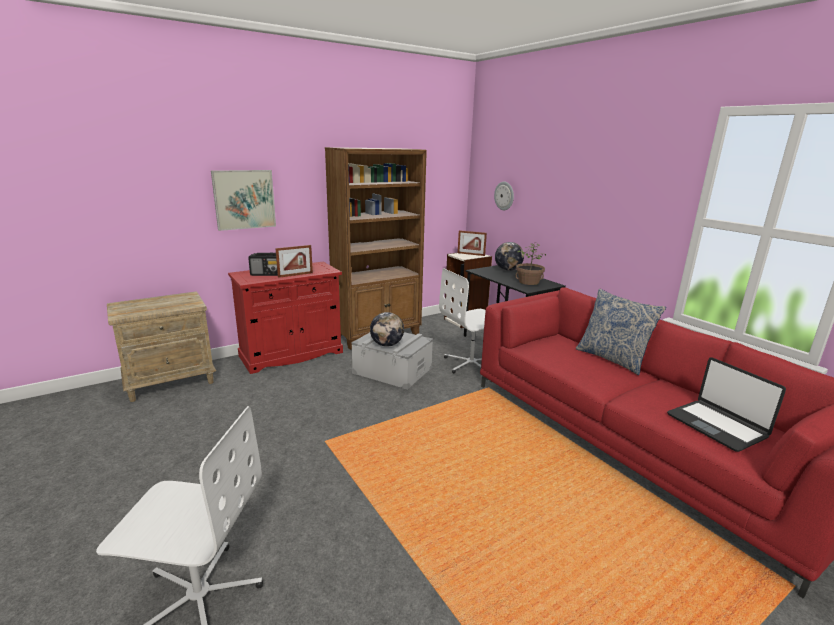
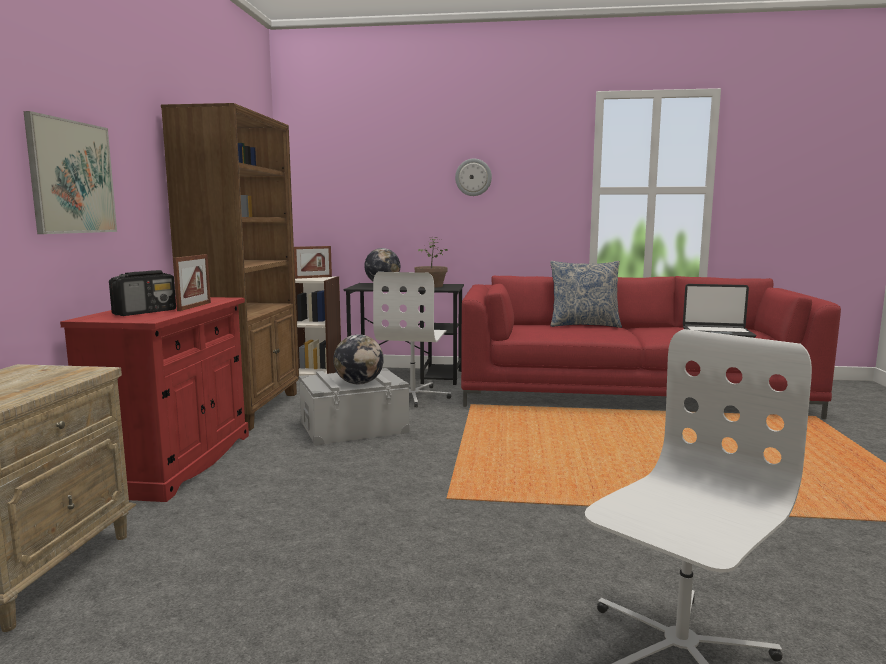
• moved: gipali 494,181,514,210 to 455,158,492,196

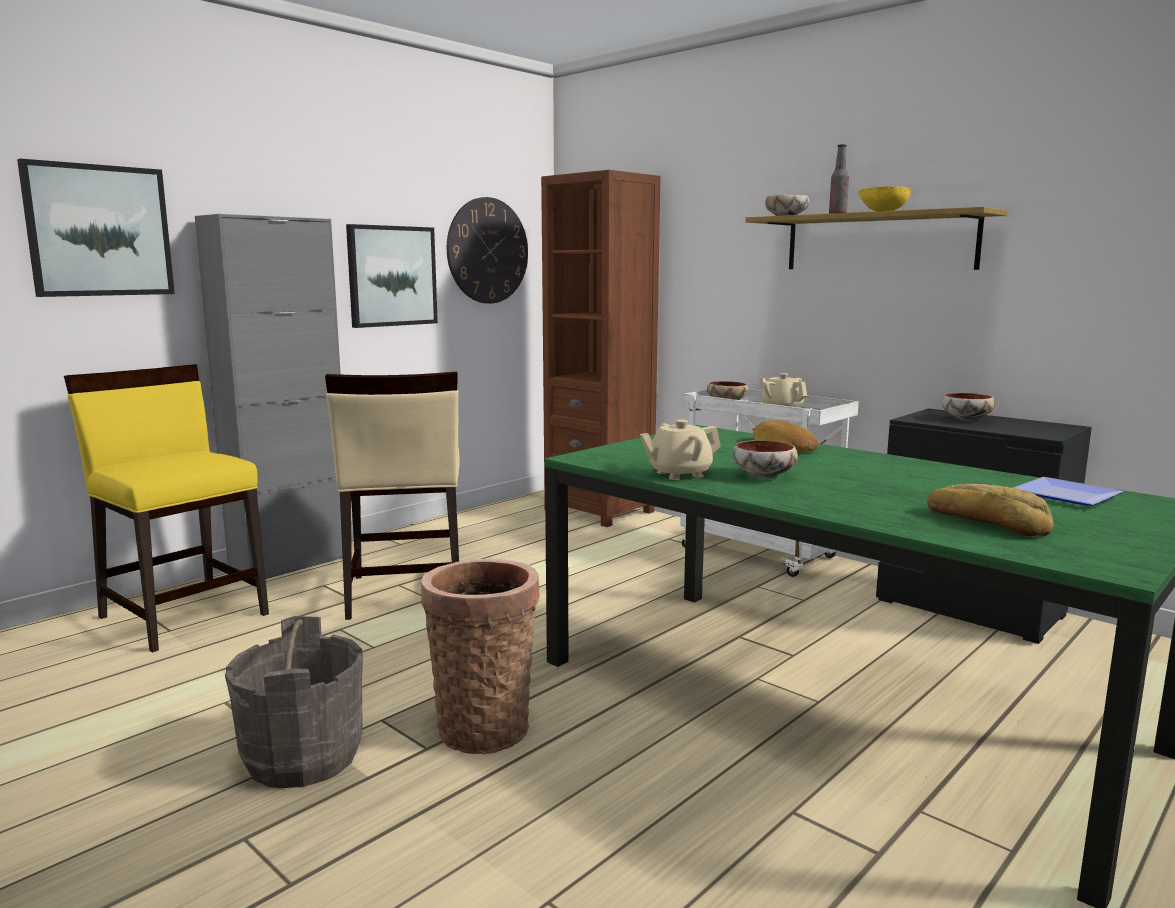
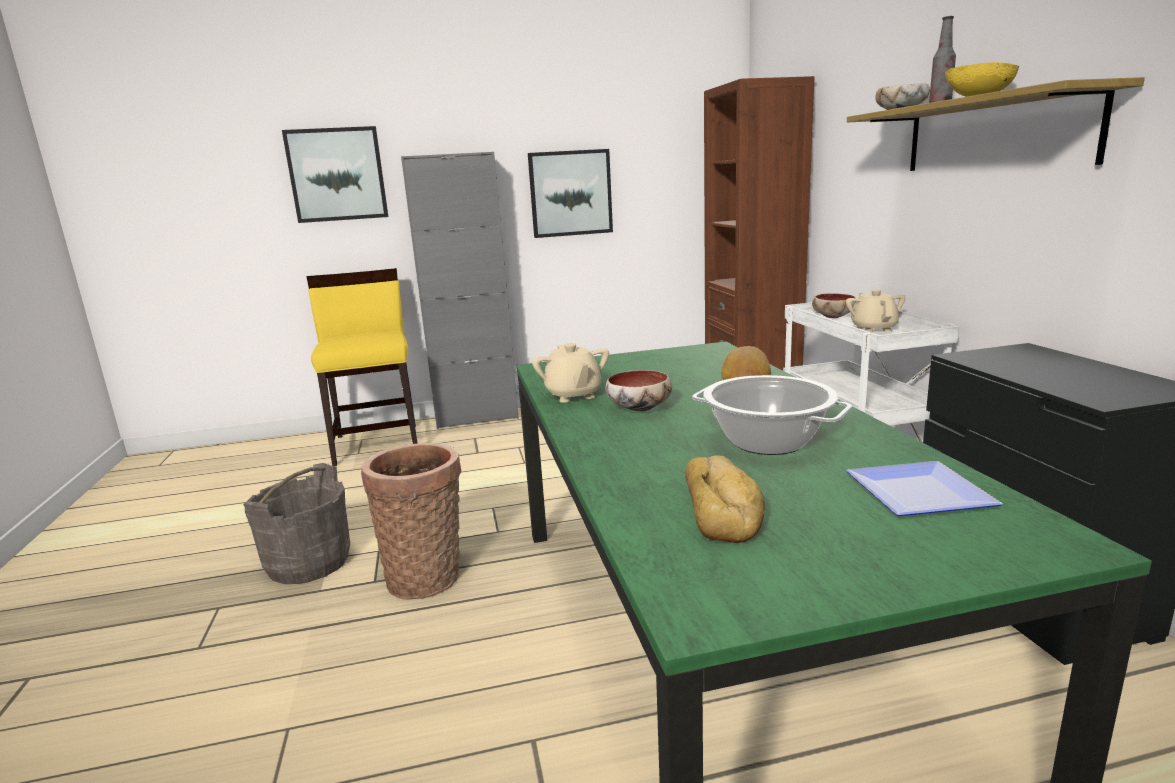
• turned: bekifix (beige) 640,420,721,480 = 532,343,609,403 120 degrees counterclockwise
• added: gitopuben 692,375,852,455
• removed: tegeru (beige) 325,372,460,620
• removed: gipali 447,197,528,304
• removed: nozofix 942,393,995,420

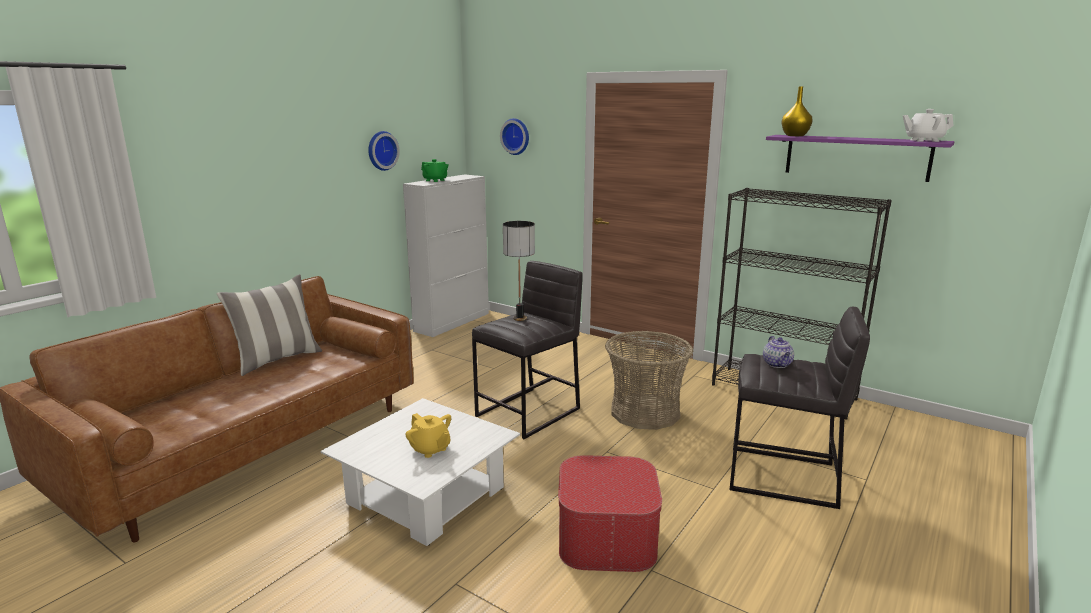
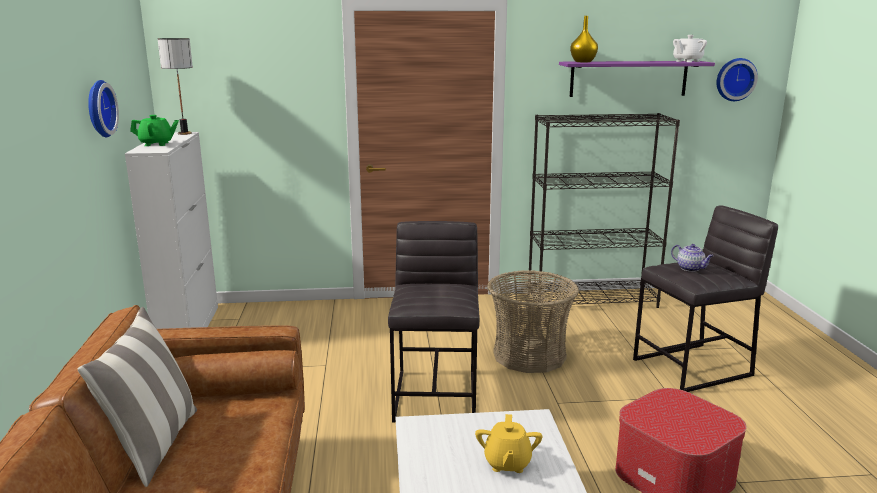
• moved: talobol 503,221,535,321 to 158,38,193,135
• turned: bekifix (yellow) 405,413,451,458 = 475,414,542,473 90 degrees clockwise
• moved: gipali 500,118,529,155 to 717,58,758,101

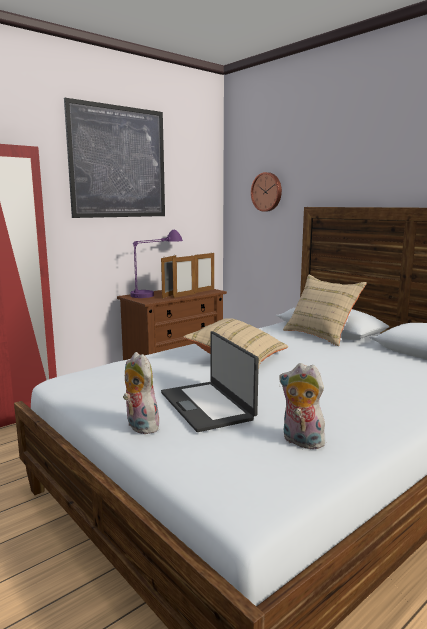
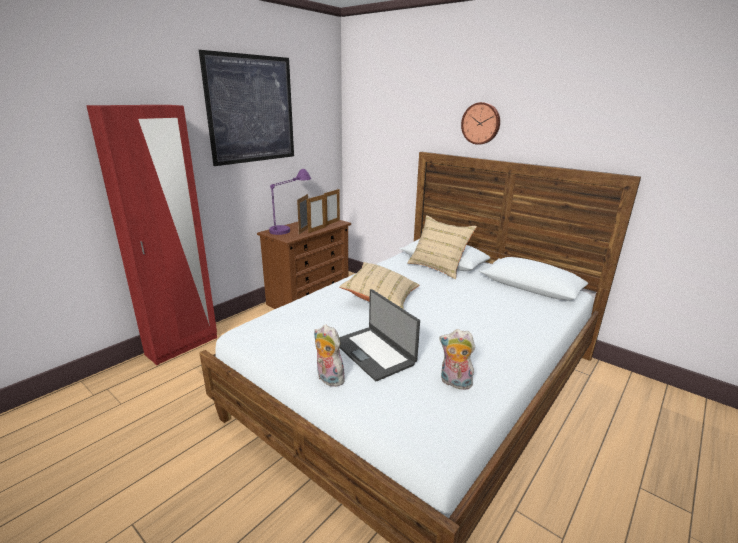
• moved: gipali 251,172,282,212 to 461,102,500,145

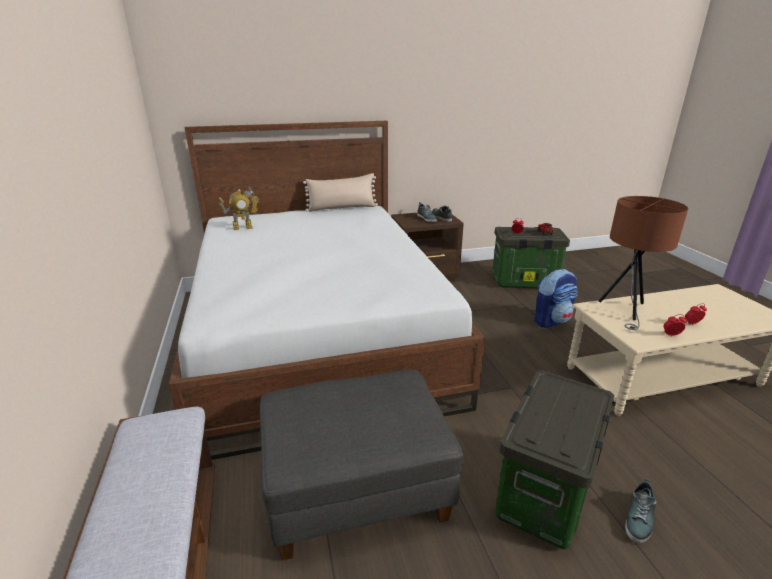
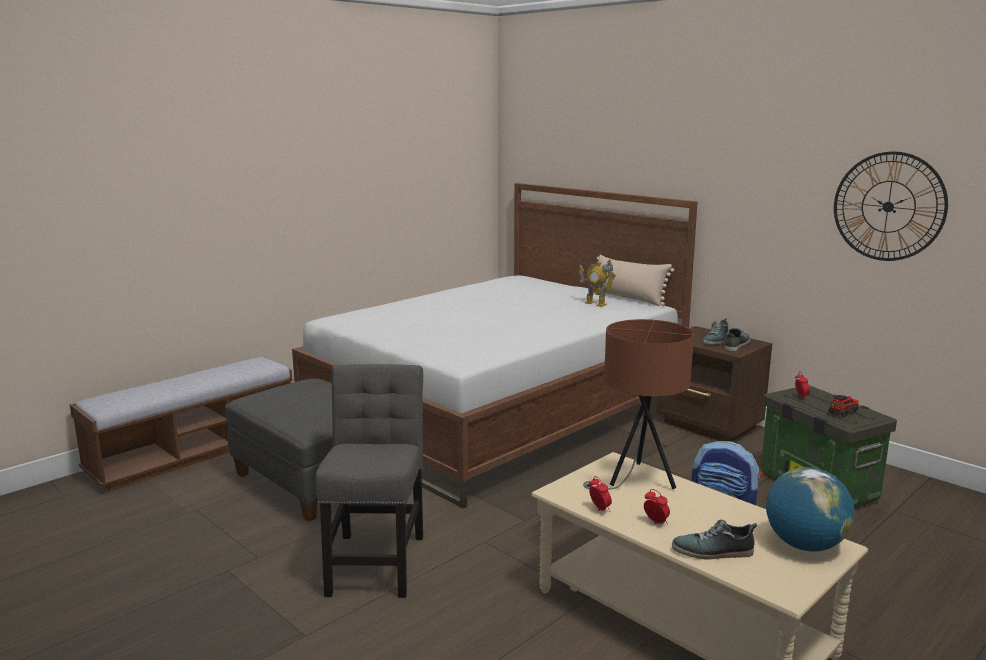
• replaced: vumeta 495,371,614,549 to tegeru (grey) 315,364,423,598
• moved: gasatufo 218,186,259,230 to 579,259,616,307
• moved: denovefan 625,478,656,543 to 672,520,757,559
• added: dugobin 766,467,854,552
• added: gipali 834,152,948,261

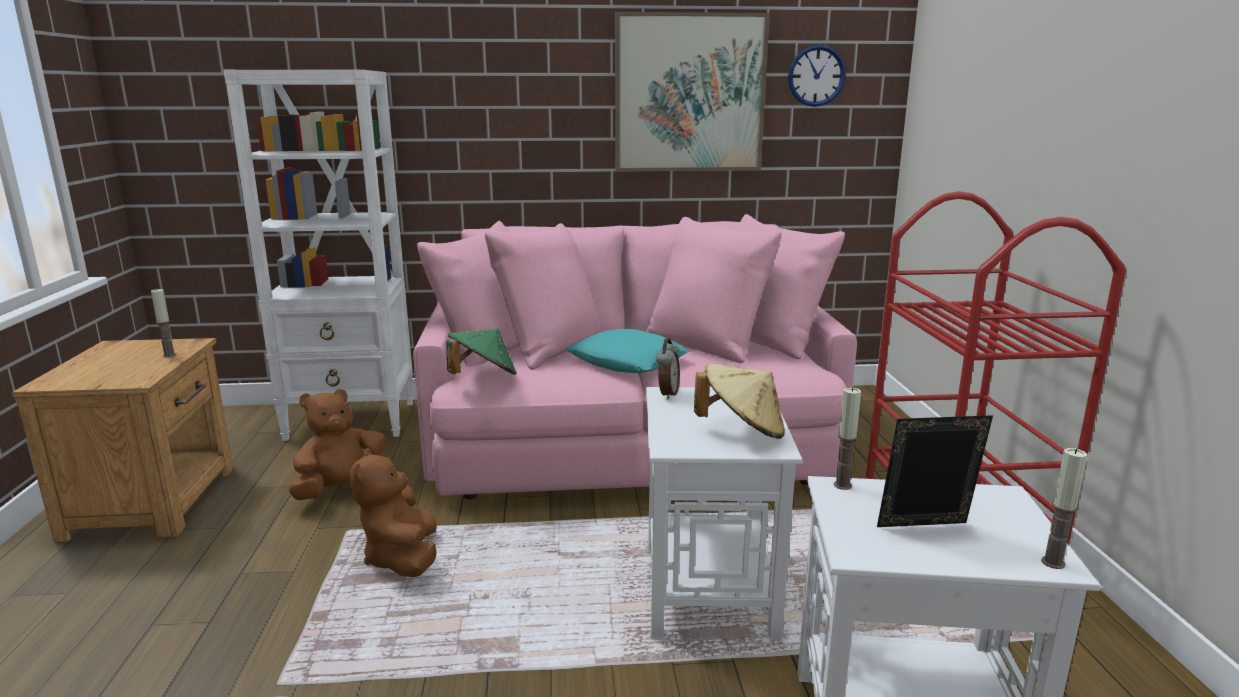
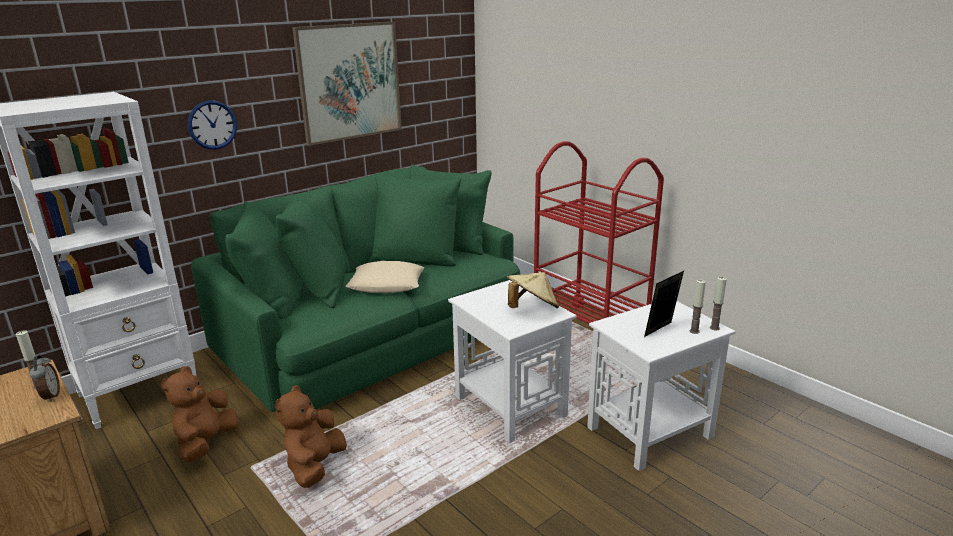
• moved: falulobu 656,339,680,399 to 30,355,60,402
• moved: gipali 788,45,846,107 to 188,100,237,150
• recoloured: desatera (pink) 413,214,857,499 to desatera (green) 191,164,520,412
• turned: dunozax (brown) 349,448,437,577 = 275,385,347,488 60 degrees clockwise
• recoloured: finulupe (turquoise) 567,329,689,373 to finulupe (beige) 346,261,424,293
• moved: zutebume 834,387,861,490 to 690,280,706,334
• removed: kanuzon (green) 446,329,517,375

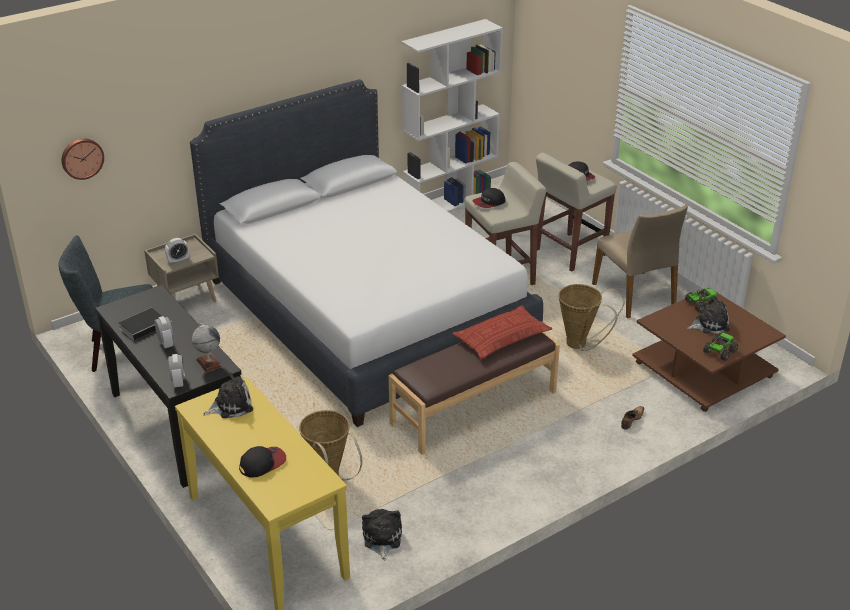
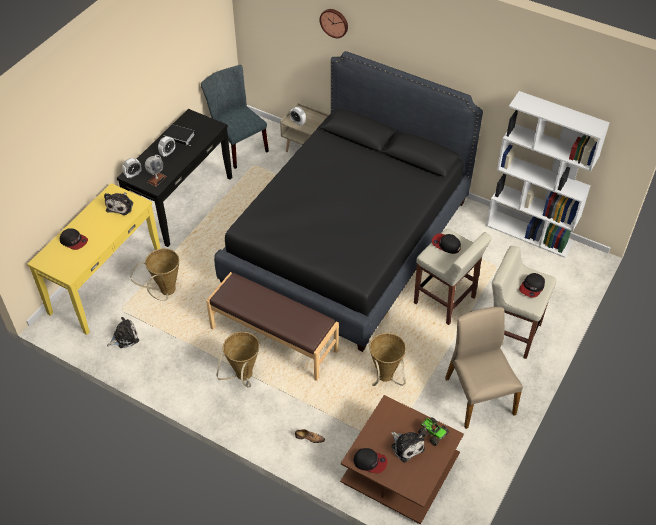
• turned: dunozax 203,372,253,418 = 104,192,133,215 60 degrees clockwise
• recoloured: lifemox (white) 190,79,543,427 to lifemox (black) 214,51,483,352
• added: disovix 216,332,259,387
• moved: gipali 61,139,104,180 to 319,9,348,38
• replaced: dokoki 703,333,738,361 to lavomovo 353,448,387,473
• turned: tegeru (beige) 592,205,688,318 = 445,307,523,429 120 degrees clockwise
• removed: finulupe 453,305,552,359

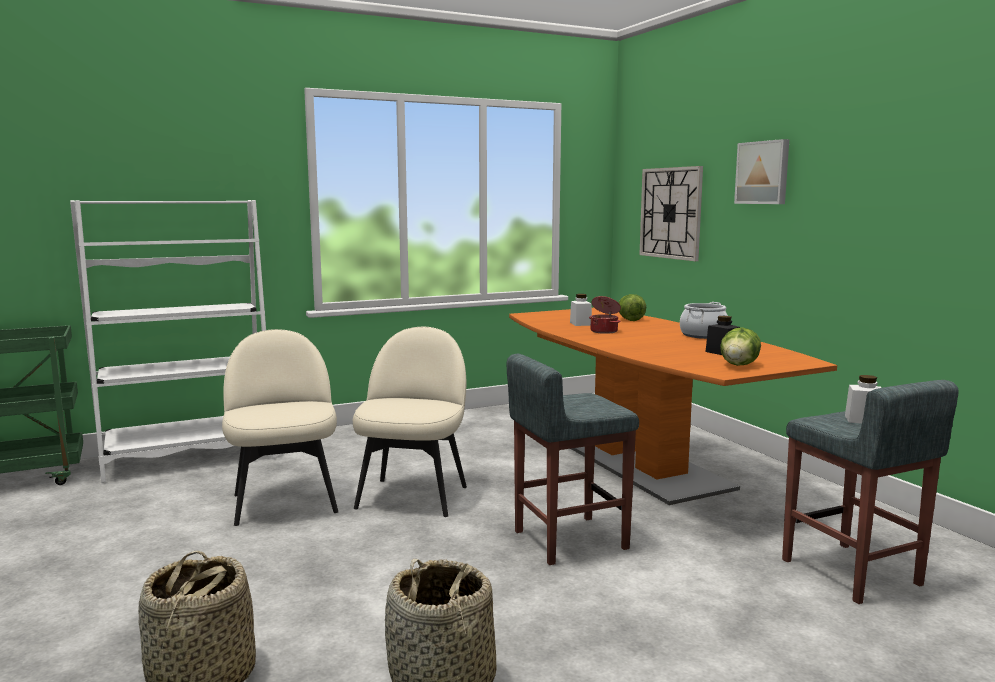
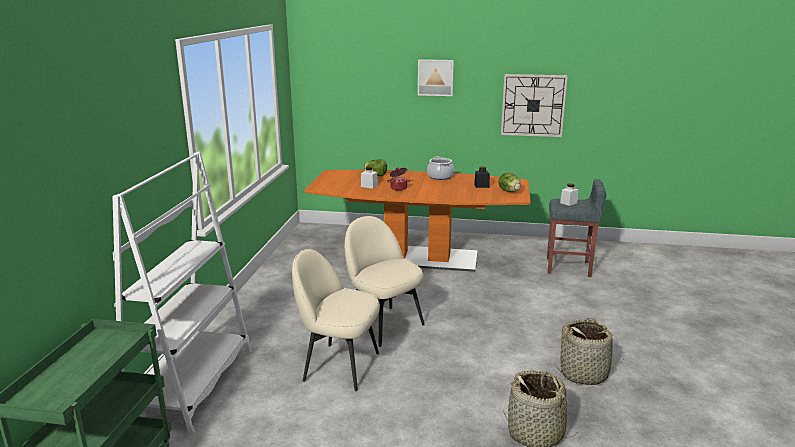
• moved: gipali 639,166,703,261 to 501,74,568,137
• removed: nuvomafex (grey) 507,354,639,565

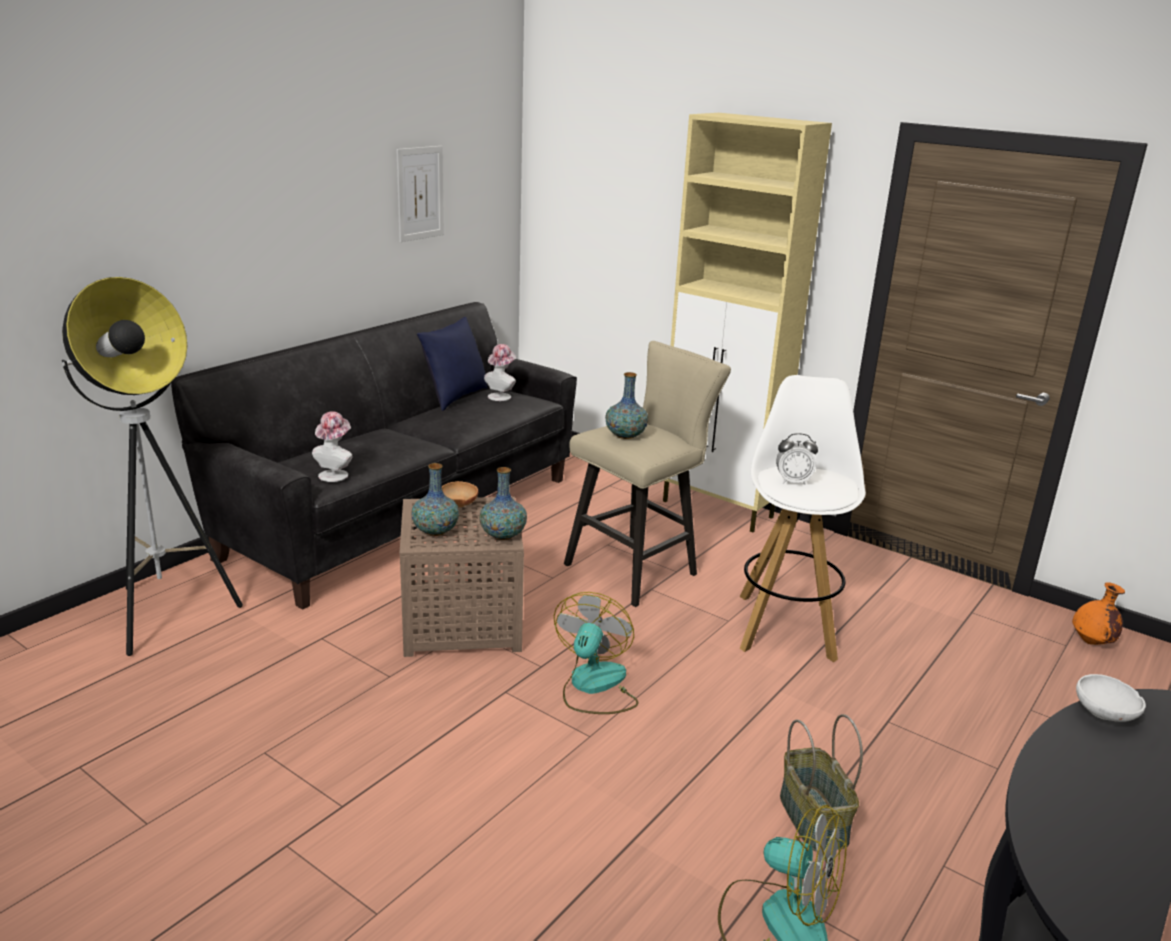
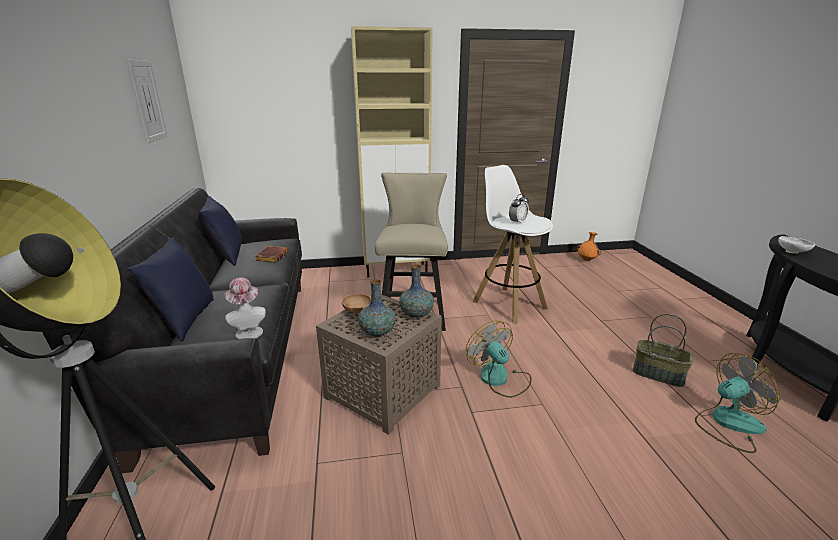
• added: finulupe (blue) 128,237,214,342
• added: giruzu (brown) 256,246,289,263
• removed: kanuzon 484,344,516,401
• removed: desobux 605,372,648,439

